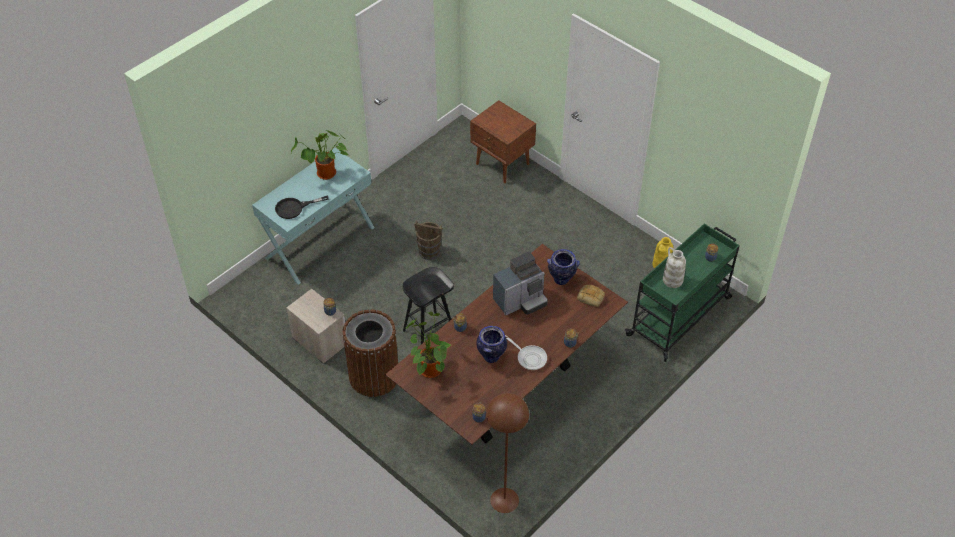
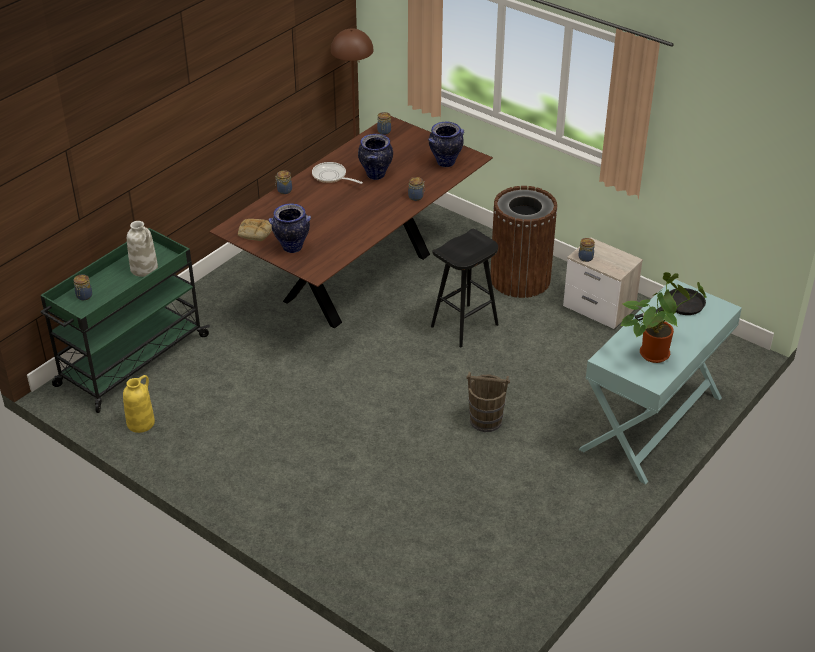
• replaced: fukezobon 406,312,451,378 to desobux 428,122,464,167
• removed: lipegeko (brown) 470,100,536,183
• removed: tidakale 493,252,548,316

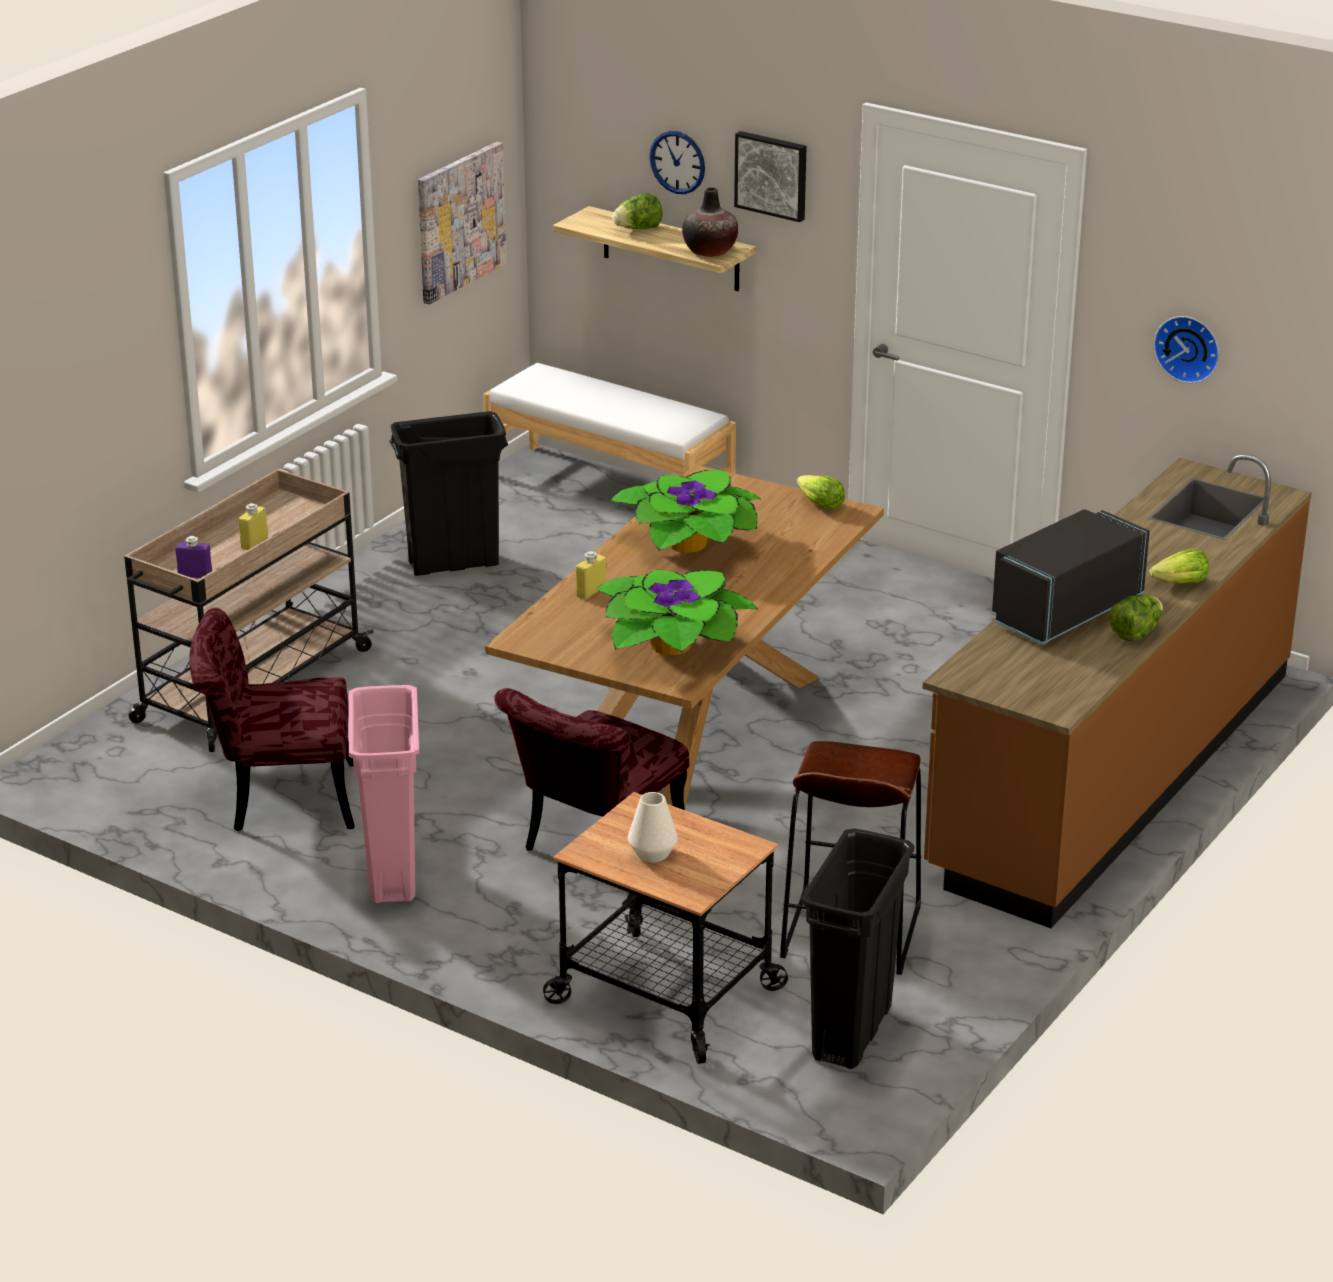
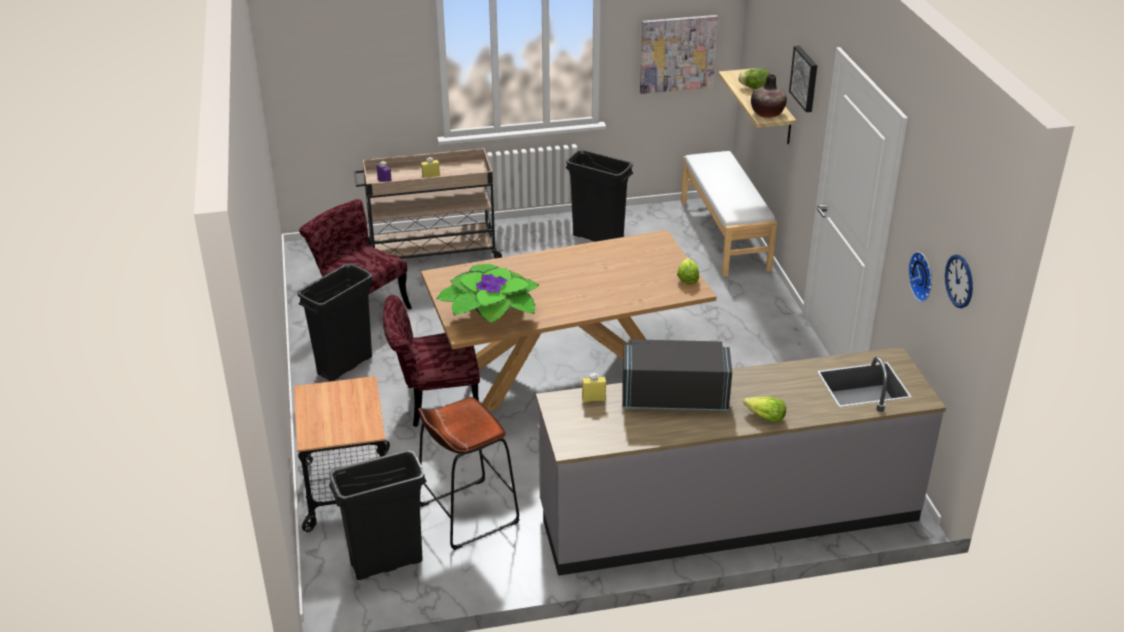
• recoloured: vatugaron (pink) 349,685,419,903 to vatugaron (black) 297,263,372,382
• recoloured: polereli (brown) 922,454,1312,928 to polereli (grey) 536,347,946,576
• moved: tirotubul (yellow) 576,551,607,600 to 582,373,606,402
• moved: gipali 649,131,705,194 to 945,255,973,308
• removed: fukezobon 610,470,760,553
• removed: desobux (white) 628,792,678,862
• removed: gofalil 1109,594,1163,642

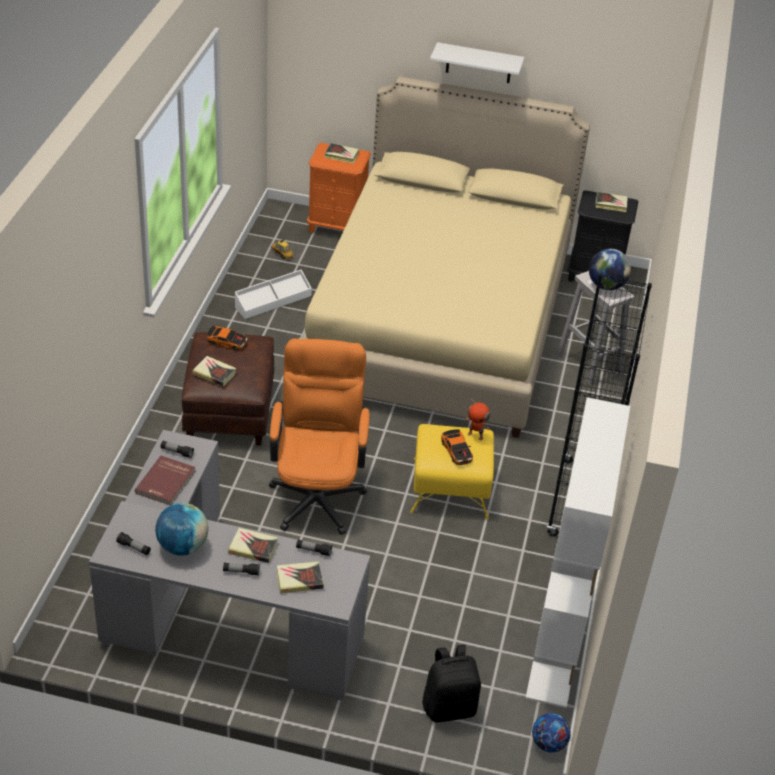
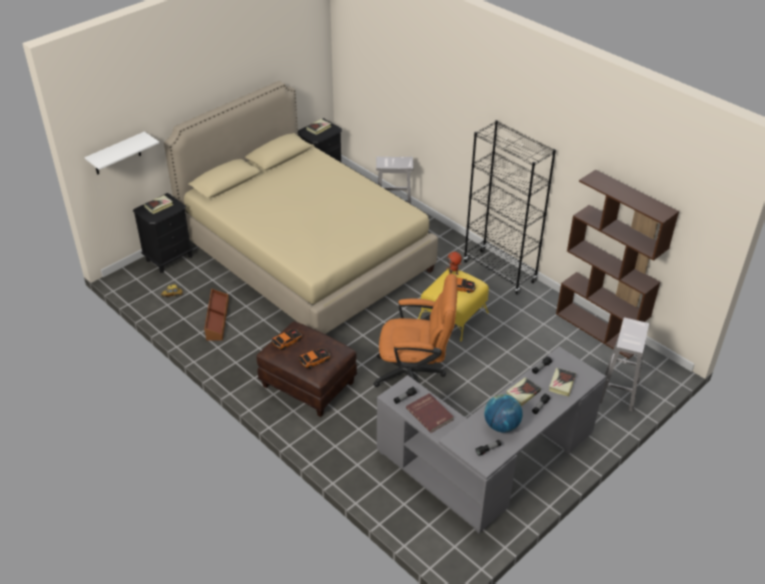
• moved: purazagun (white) 430,42,525,83 to 84,131,159,175
• recoloured: lipegeko (orange) 307,143,371,233 to lipegeko (black) 133,193,193,273
• recoloured: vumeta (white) 235,269,312,319 to vumeta (brown) 204,288,229,341
• replaced: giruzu 193,356,236,386 to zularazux 299,348,331,369
• turned: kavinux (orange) 269,339,370,535 = 373,274,457,387 150 degrees clockwise
• recoloured: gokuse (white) 525,397,630,708 to gokuse (brown) 556,170,679,359
• replaced: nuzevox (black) 422,645,481,722 to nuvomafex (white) 600,318,649,412
• removed: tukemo 532,713,571,752
• removed: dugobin 589,249,631,290

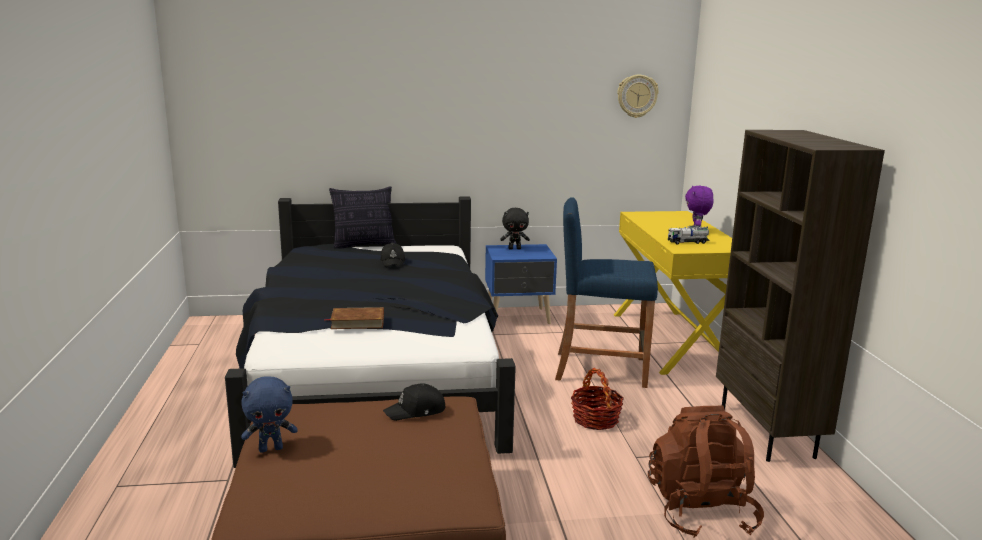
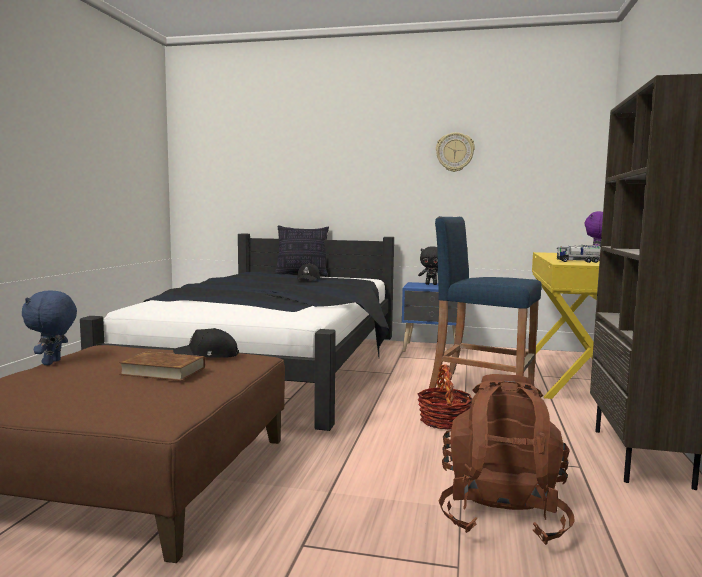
• turned: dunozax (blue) 241,376,298,452 = 22,290,77,365 90 degrees clockwise
• moved: giruzu (brown) 324,307,384,329 to 119,352,205,381
• moved: gipali 617,75,659,118 to 436,132,475,172

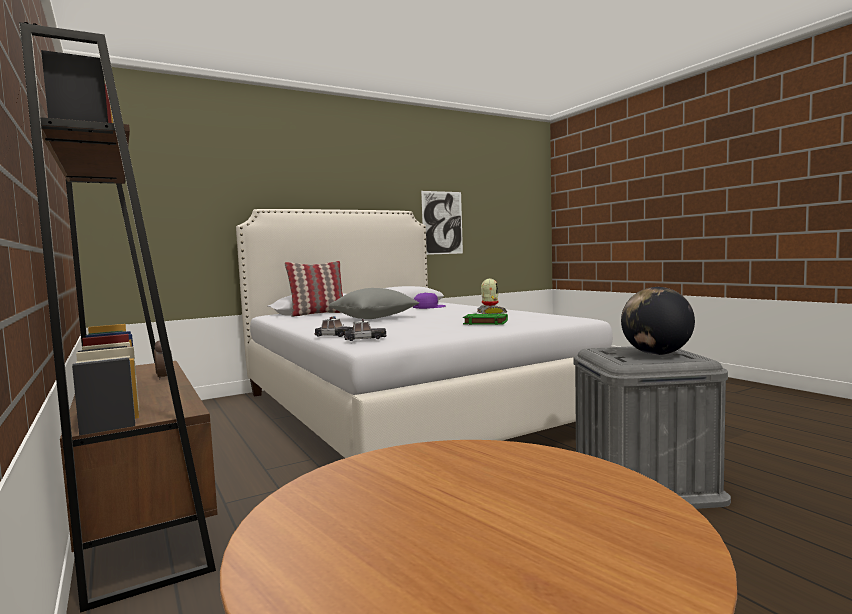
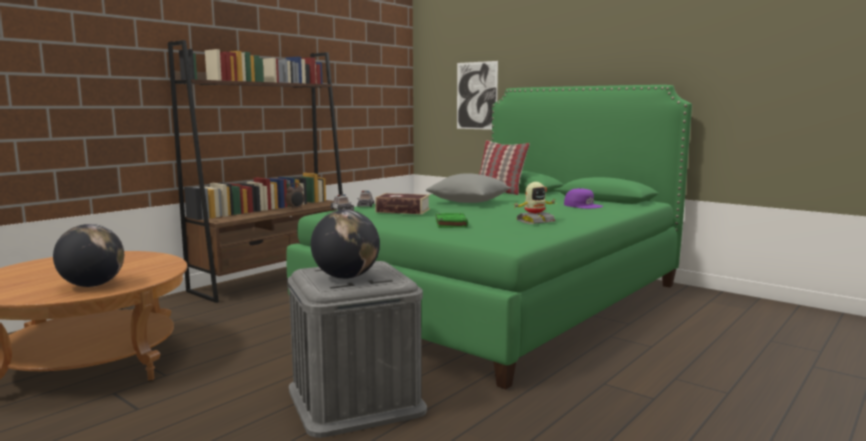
• added: dugobin 53,224,124,287
• recoloured: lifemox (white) 236,209,613,458 to lifemox (green) 286,85,692,389
• added: giruzu 375,193,430,214
• moved: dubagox 421,191,463,255 to 457,61,498,130

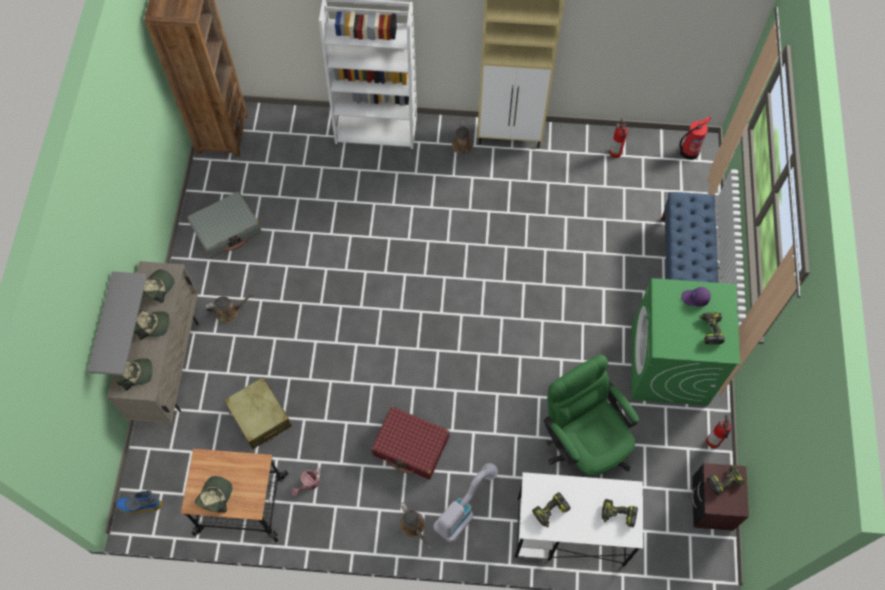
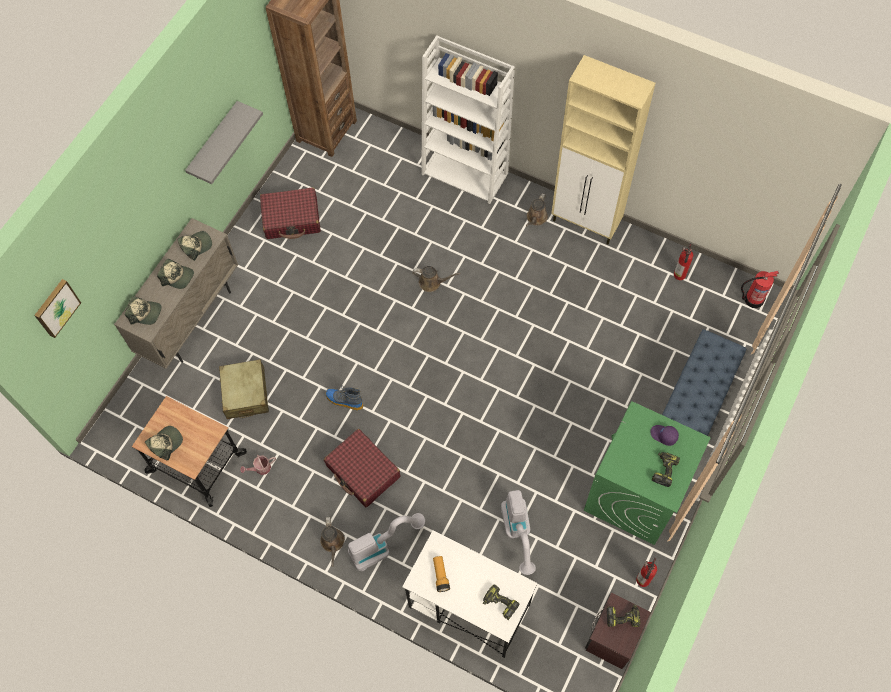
• added: dubagox 34,279,81,338
• moved: purazagun (grey) 87,271,147,376 to 185,101,263,184
• recoloured: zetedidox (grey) 187,191,262,258 to zetedidox (red) 260,187,321,239
• moved: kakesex 116,490,162,514 to 326,385,364,410
• moved: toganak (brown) 205,293,255,323 to 412,266,460,292
• replaced: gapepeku 532,492,571,528 to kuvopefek 433,556,450,592
• replaced: kavinux (green) 544,354,639,478 to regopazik 501,490,536,575

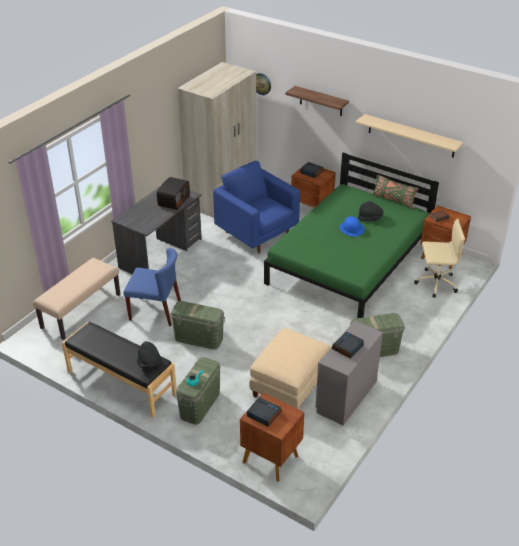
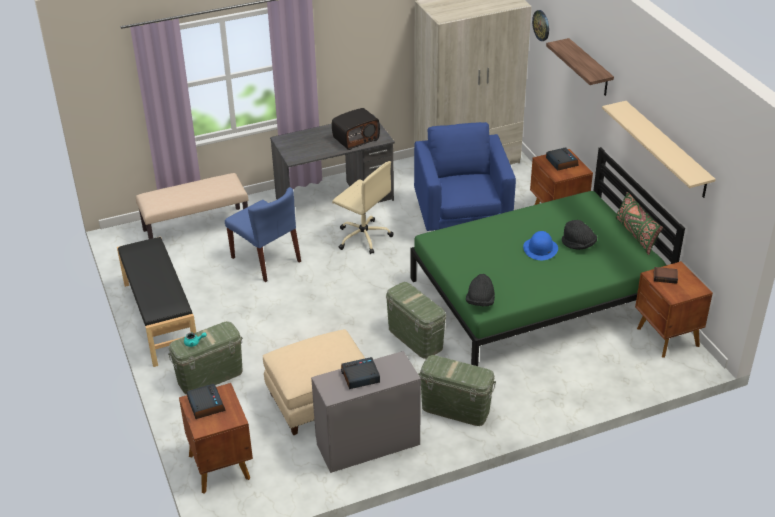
• moved: kavinux (beige) 414,219,465,298 to 332,161,394,254
• moved: vumeta (green) 170,301,225,350 to 386,282,446,359
• moved: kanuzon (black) 137,341,162,369 to 466,274,495,306

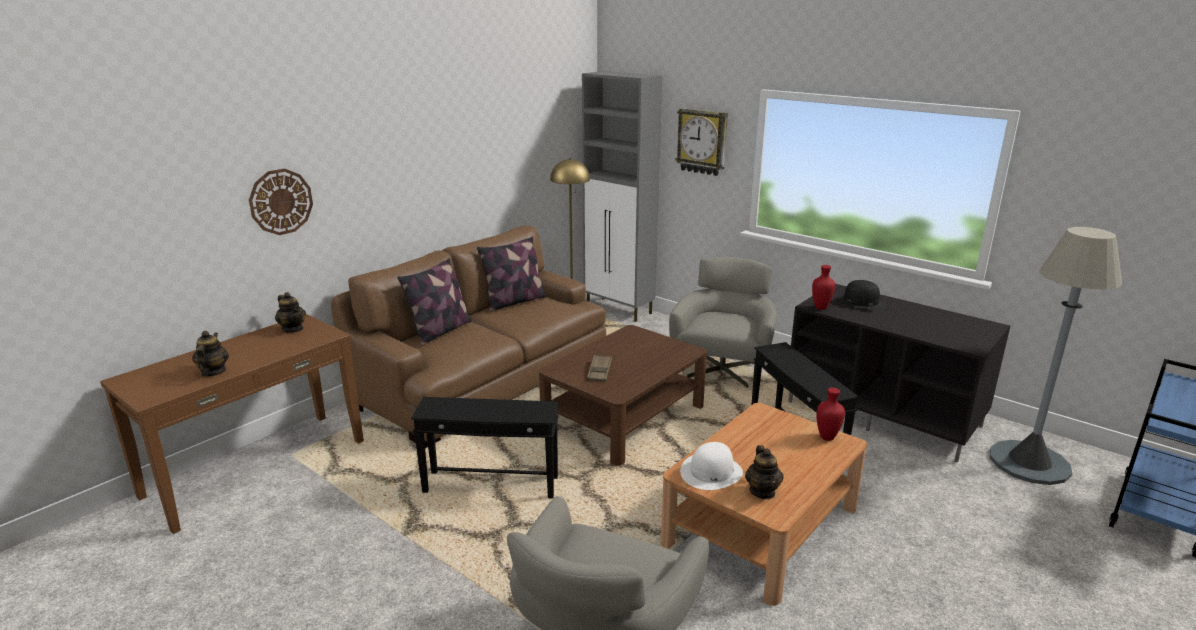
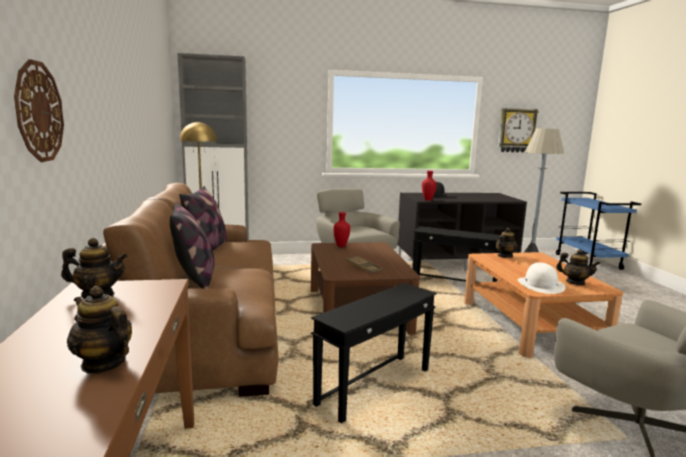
• moved: desobux (red) 816,388,845,441 to 333,212,350,247
• added: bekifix 495,227,518,258
• moved: gipali 675,108,728,176 to 498,108,539,152

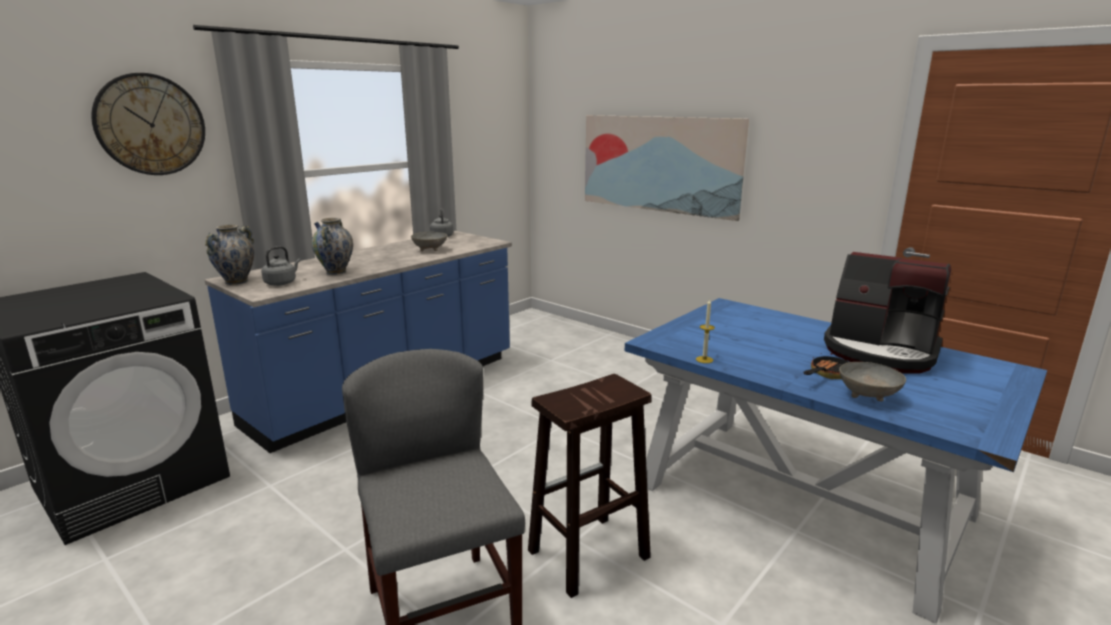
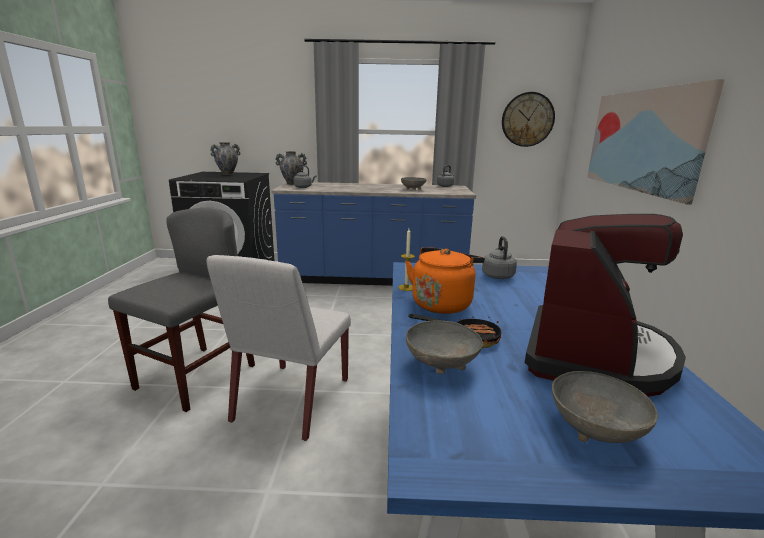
• replaced: nuvomafex (brown) 528,374,652,598 to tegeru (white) 206,255,351,441
• moved: desobux 312,218,353,275 to 210,142,241,175
• added: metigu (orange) 405,248,485,314
• added: metigu (grey) 482,236,517,279
• moved: gipali 91,73,205,175 to 502,92,555,147
• turned: tidakale 824,252,951,374 = 525,214,686,397 150 degrees counterclockwise
• added: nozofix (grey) 552,371,658,443

